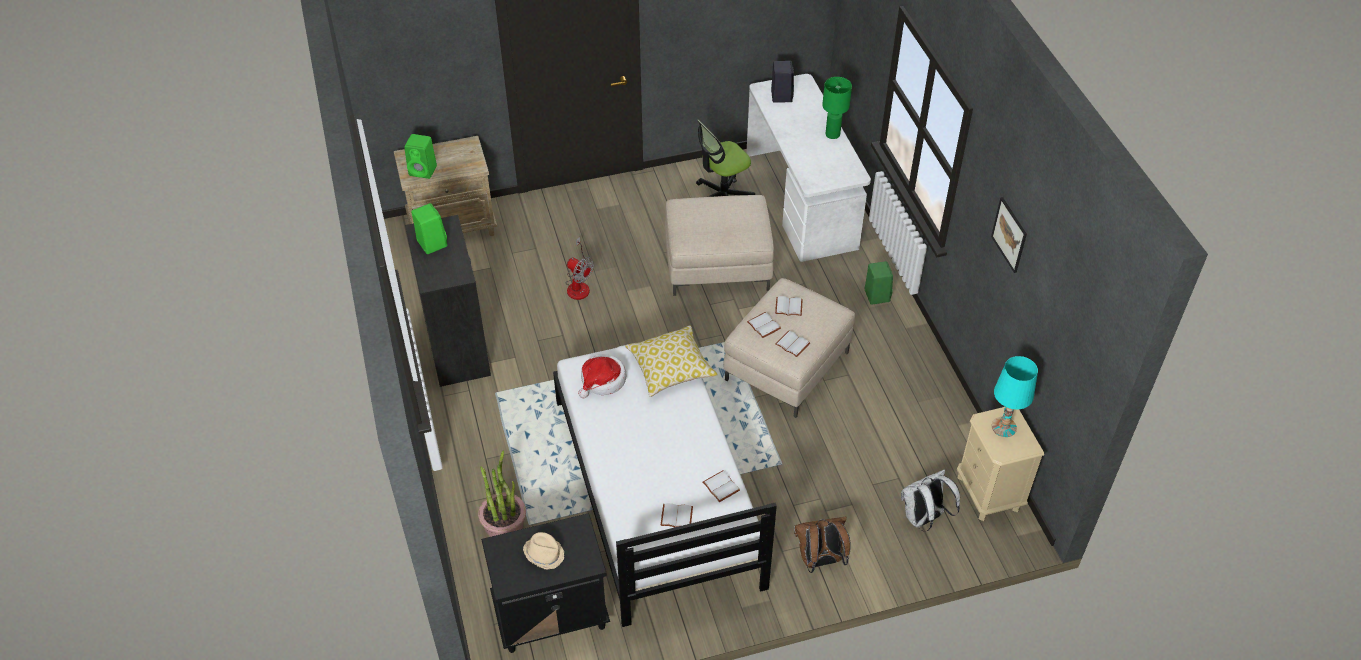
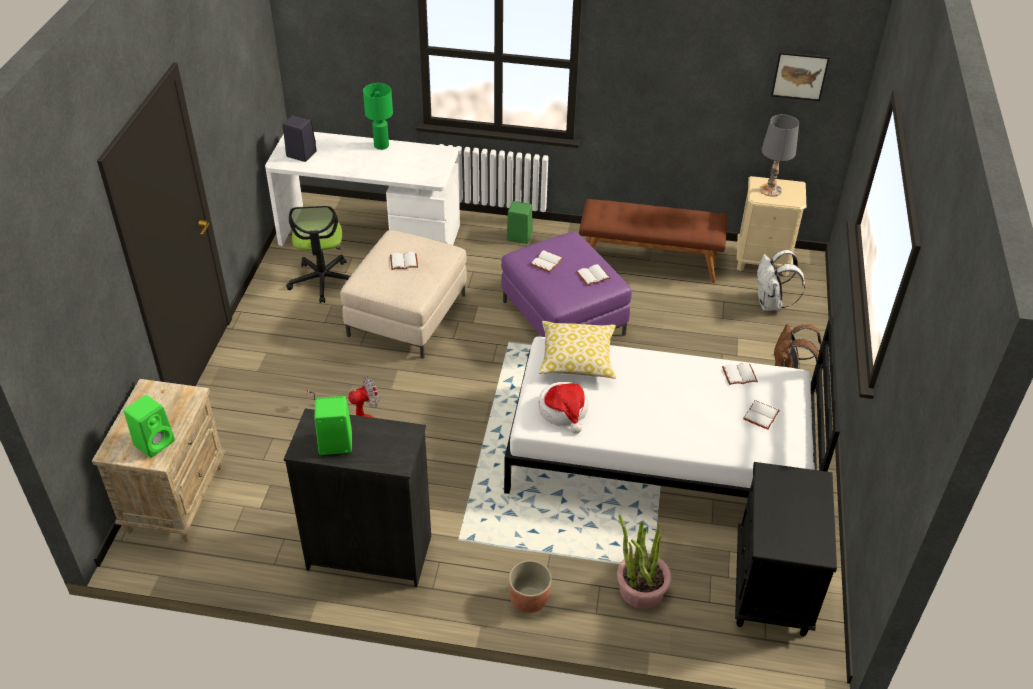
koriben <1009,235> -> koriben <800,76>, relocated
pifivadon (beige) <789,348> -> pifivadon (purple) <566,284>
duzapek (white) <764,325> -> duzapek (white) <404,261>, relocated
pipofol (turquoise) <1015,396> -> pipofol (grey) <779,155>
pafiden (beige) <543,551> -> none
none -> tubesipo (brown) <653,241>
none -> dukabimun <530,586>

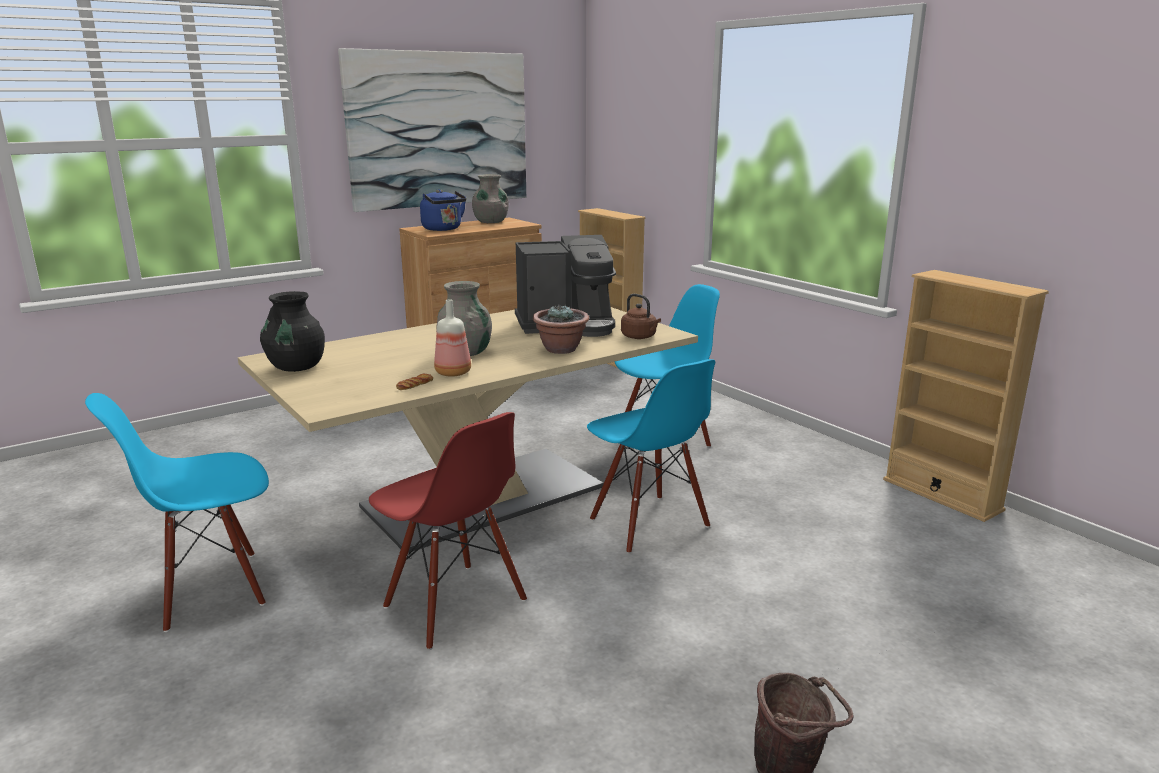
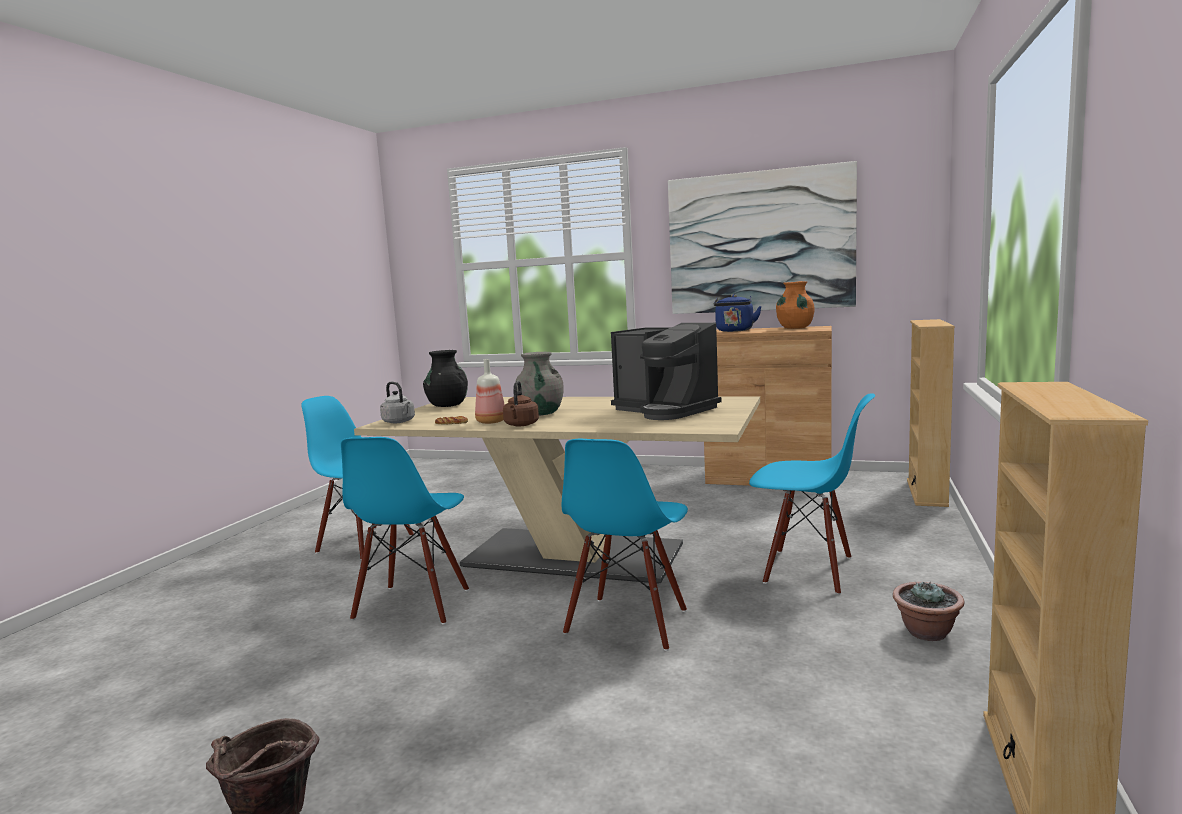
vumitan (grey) <490,198> -> vumitan (orange) <795,305>
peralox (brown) <641,316> -> peralox (brown) <521,403>, relocated
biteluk <561,329> -> biteluk <928,611>, relocated
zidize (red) <448,531> -> zidize (blue) <405,531>
none -> peralox (grey) <397,402>

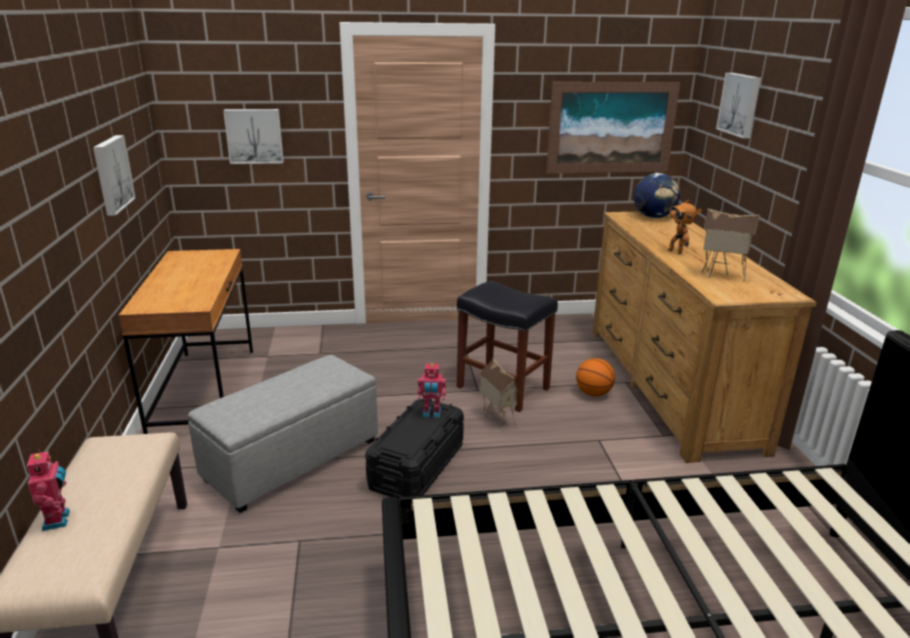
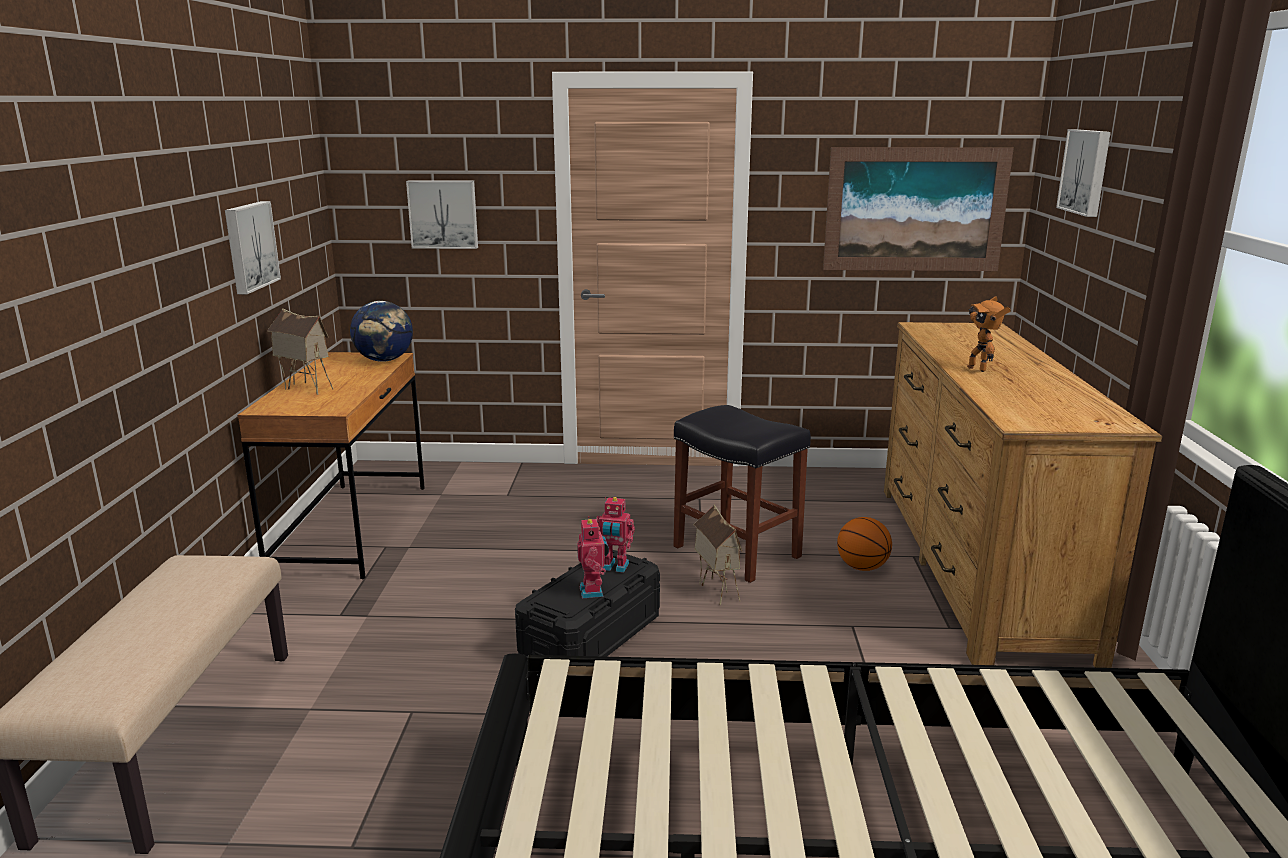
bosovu <657,195> -> bosovu <381,331>, relocated
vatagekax <730,245> -> vatagekax <300,351>, relocated
pifivadon (grey) <283,434> -> none
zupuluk <48,490> -> zupuluk <593,557>, relocated

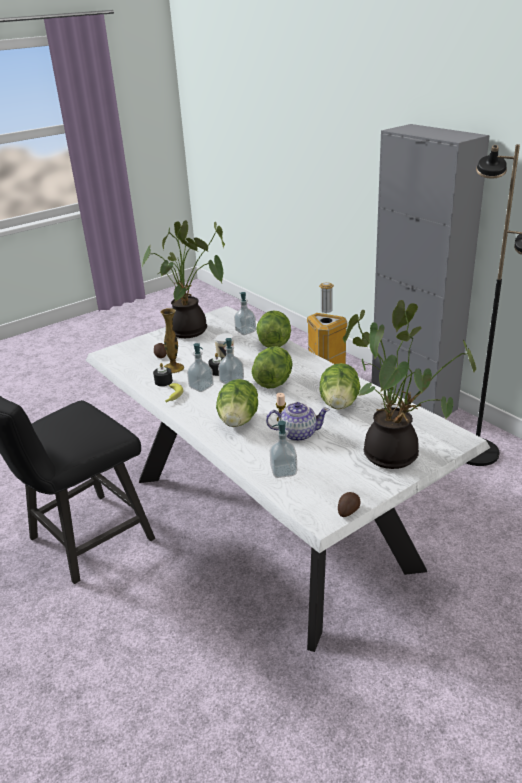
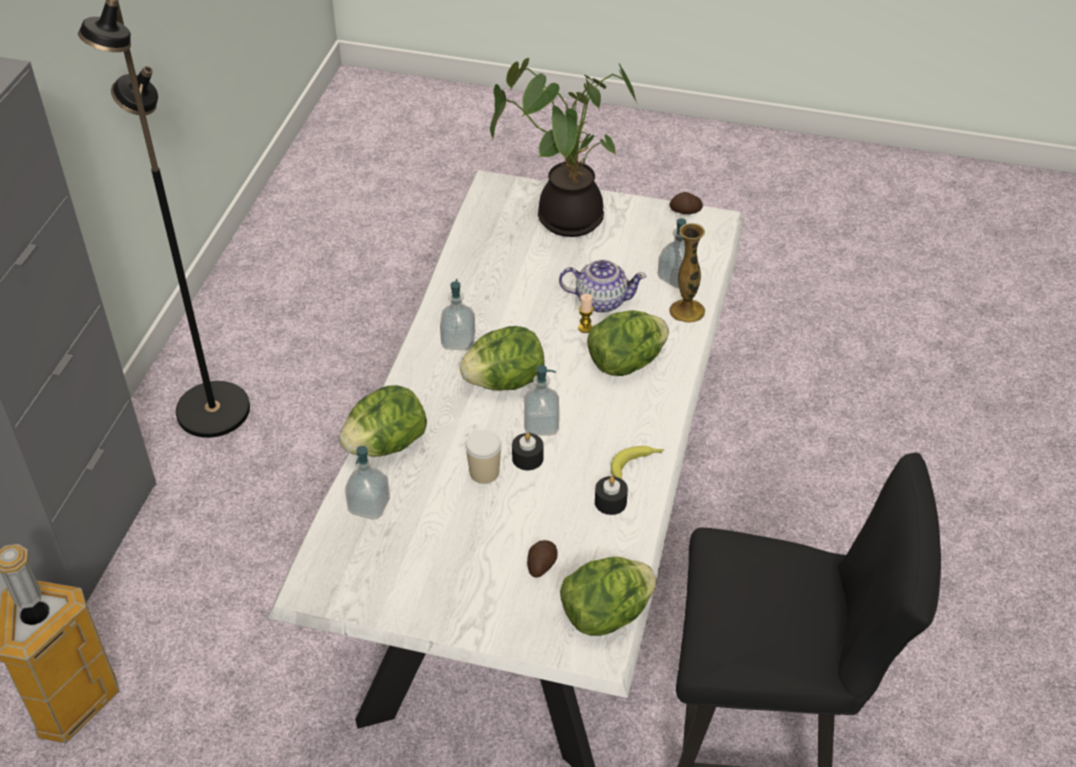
biteluk <183,279> -> none
vumitan <172,340> -> vumitan <687,273>, relocated
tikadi <200,367> -> tikadi <457,314>, relocated
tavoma <339,386> -> tavoma <608,596>, relocated
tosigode <298,421> -> tosigode <602,286>, 135 degrees clockwise

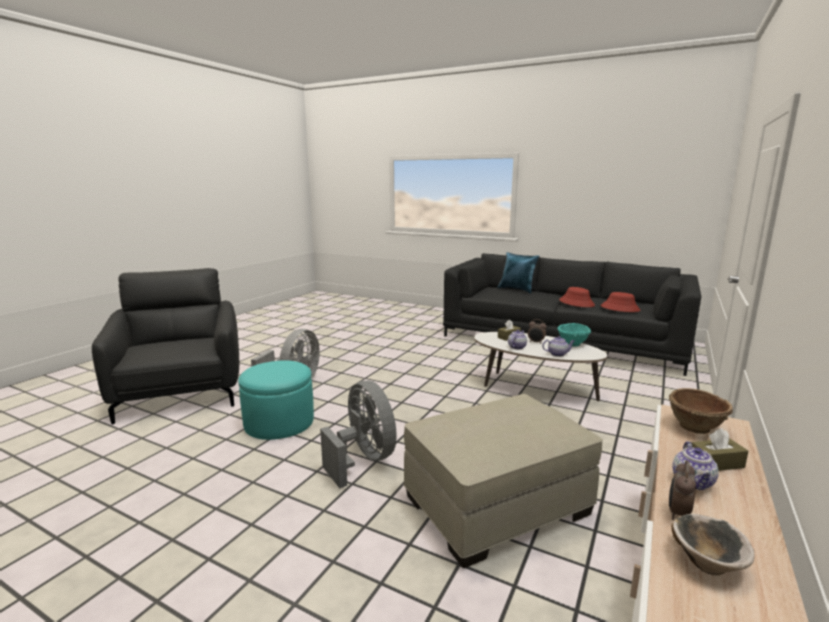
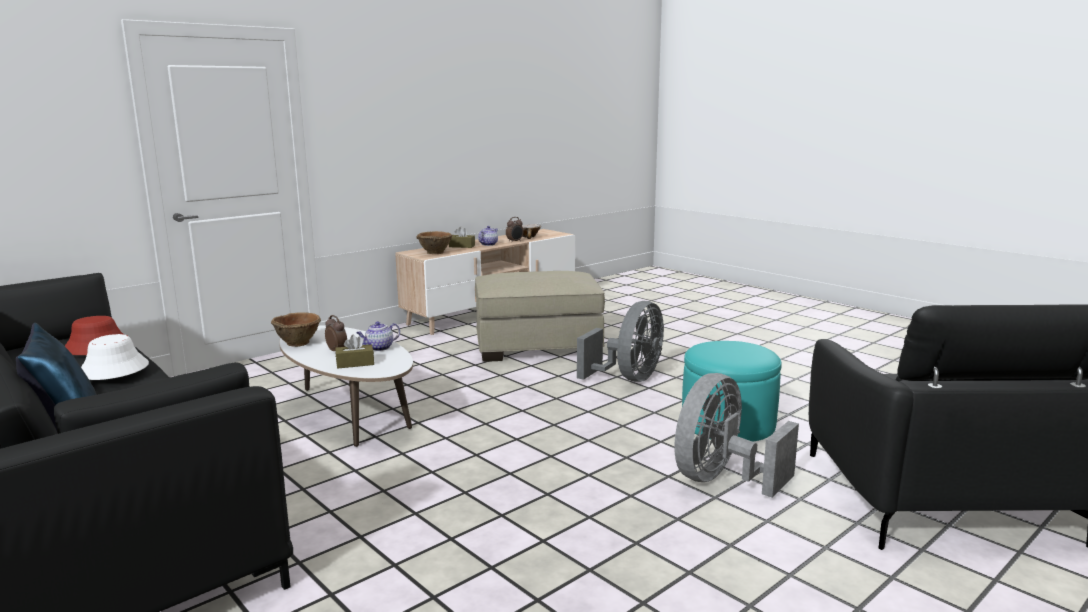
pafiden (red) <577,297> -> pafiden (white) <115,357>
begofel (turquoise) <574,335> -> begofel (brown) <296,329>
tosigode <558,346> -> none
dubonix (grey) <358,434> -> dubonix (grey) <620,341>, 135 degrees counterclockwise

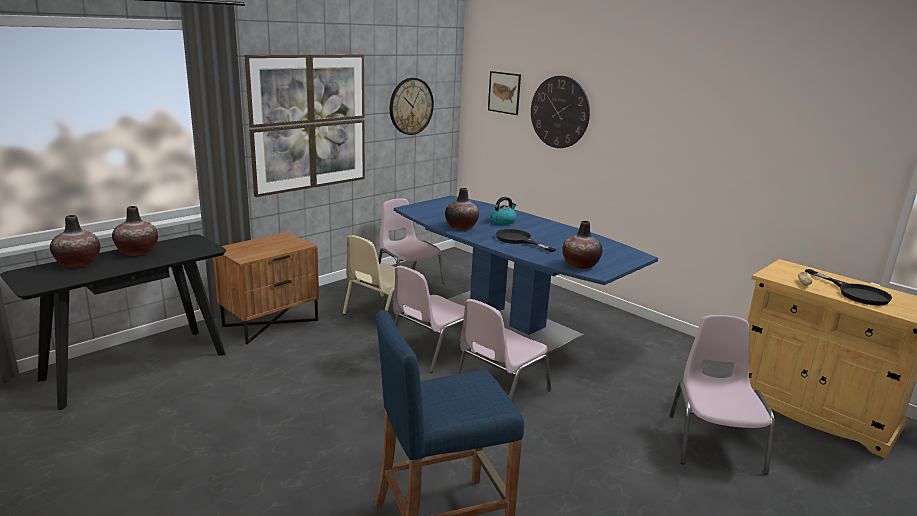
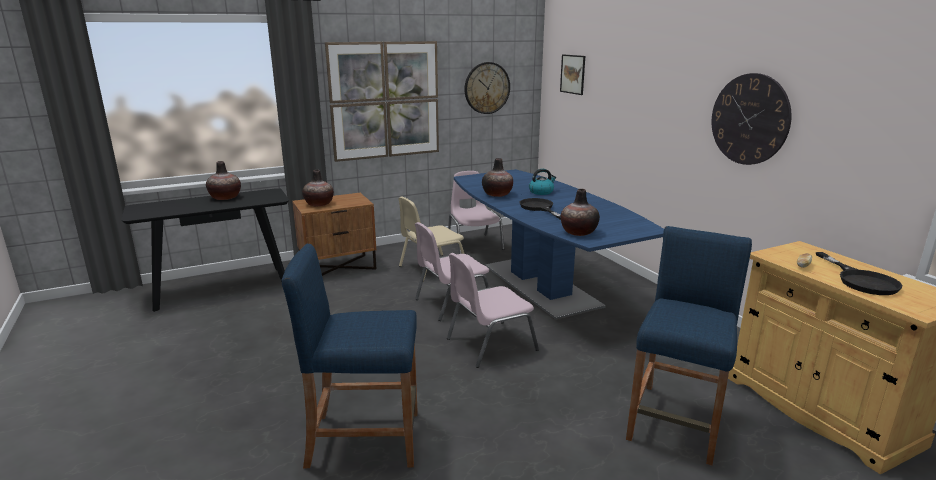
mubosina <560,112> -> mubosina <751,119>, relocated
vumitan <75,241> -> vumitan <318,188>, relocated
zidize (pink) <722,395> -> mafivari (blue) <689,346>

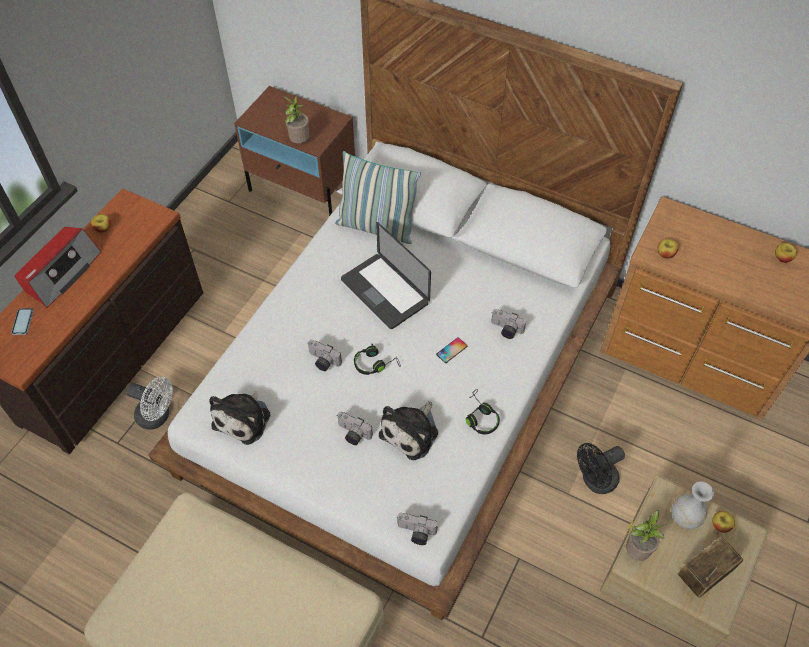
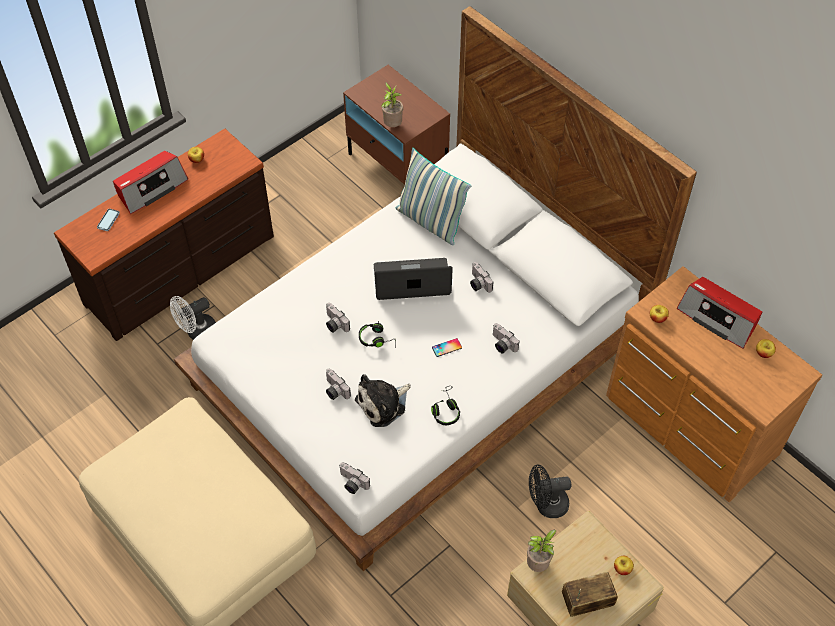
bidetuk <386,275> -> bidetuk <413,279>, 105 degrees clockwise
dubonix (white) <149,402> -> dubonix (white) <193,318>, 105 degrees clockwise
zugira <239,418> -> none
vumitan (white) <692,505> -> none
none -> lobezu <481,277>
none -> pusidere <719,313>

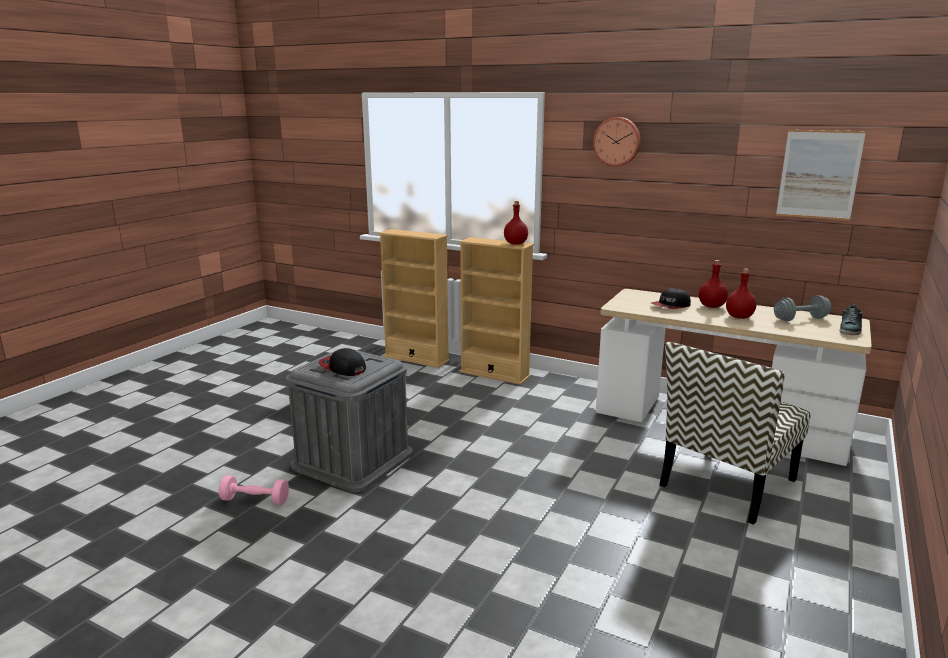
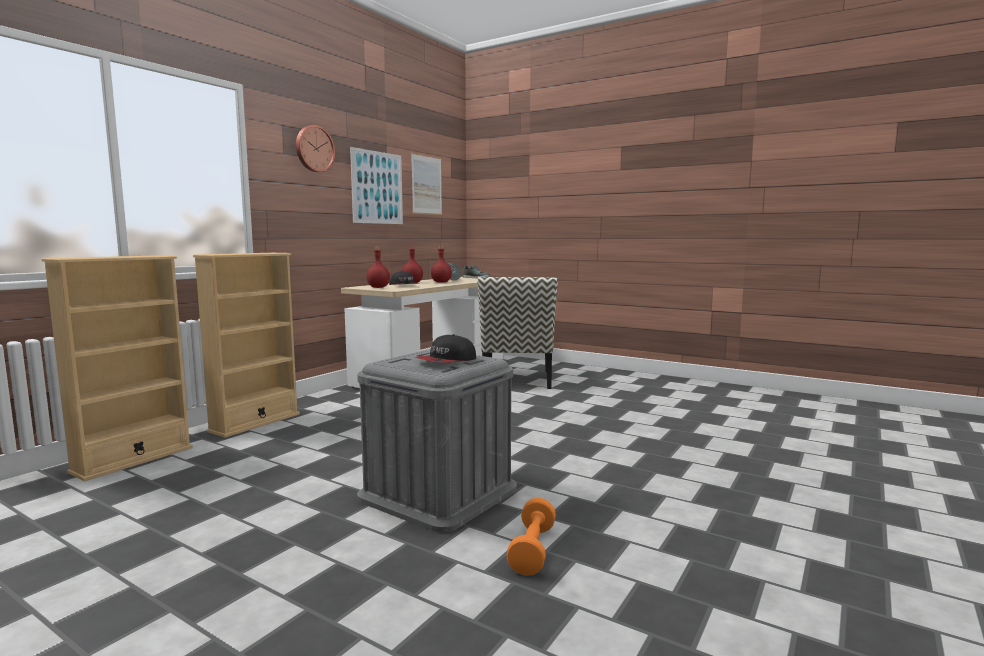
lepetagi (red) <516,223> -> lepetagi (red) <378,267>, relocated
zidize <734,433> -> zidize <517,333>, 45 degrees clockwise
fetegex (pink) <254,490> -> fetegex (orange) <531,537>
none -> koriben <376,185>

